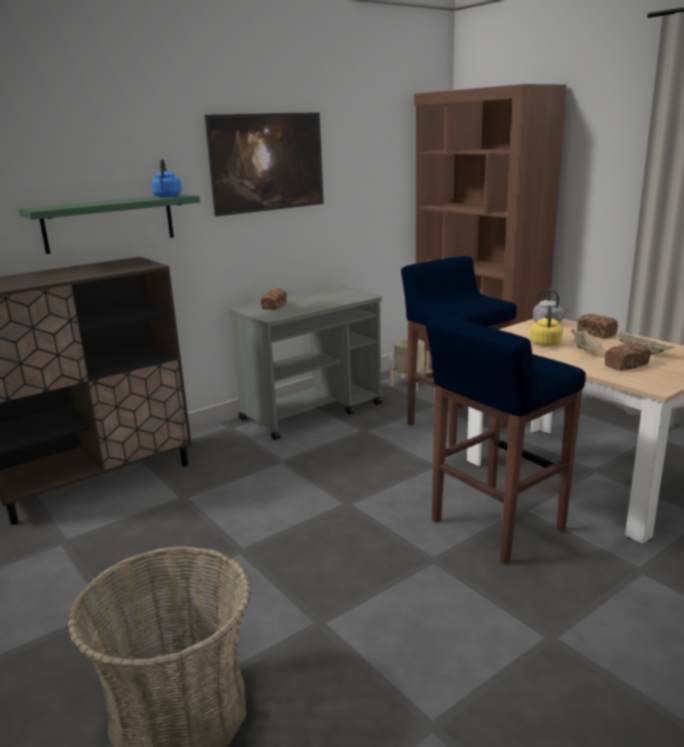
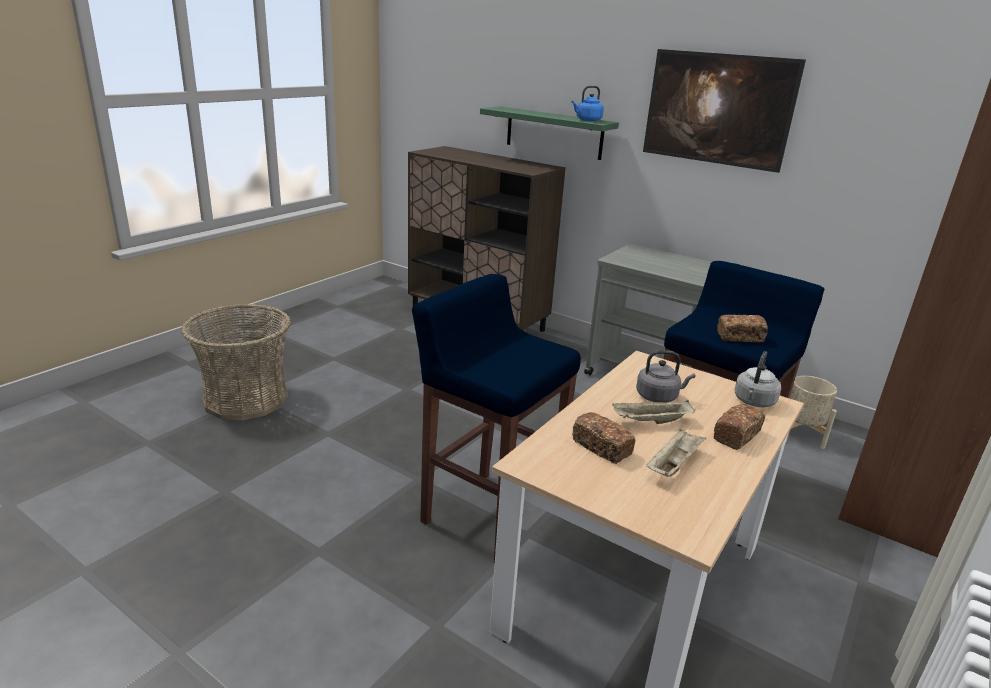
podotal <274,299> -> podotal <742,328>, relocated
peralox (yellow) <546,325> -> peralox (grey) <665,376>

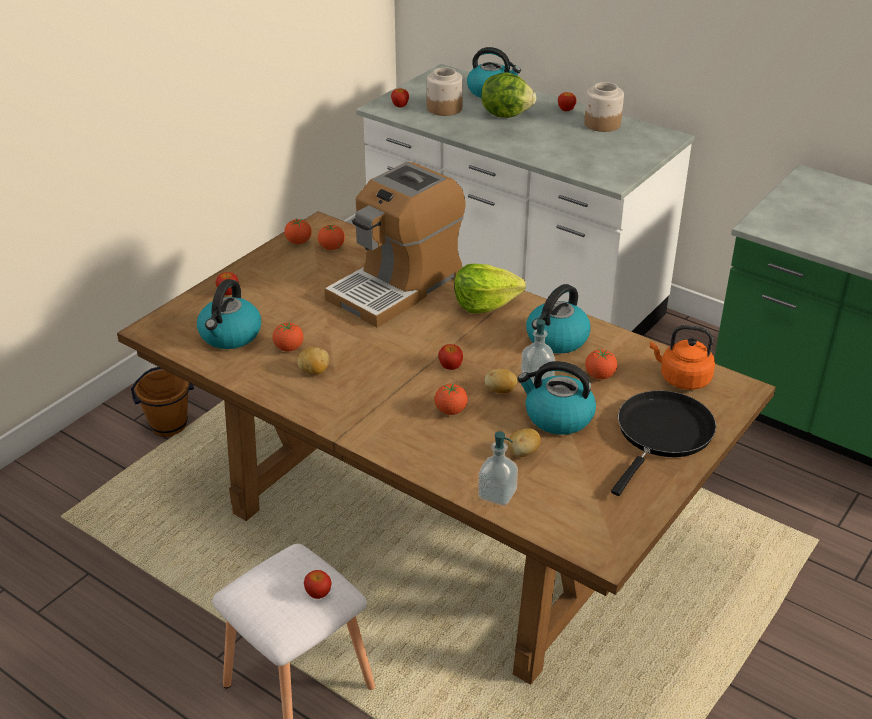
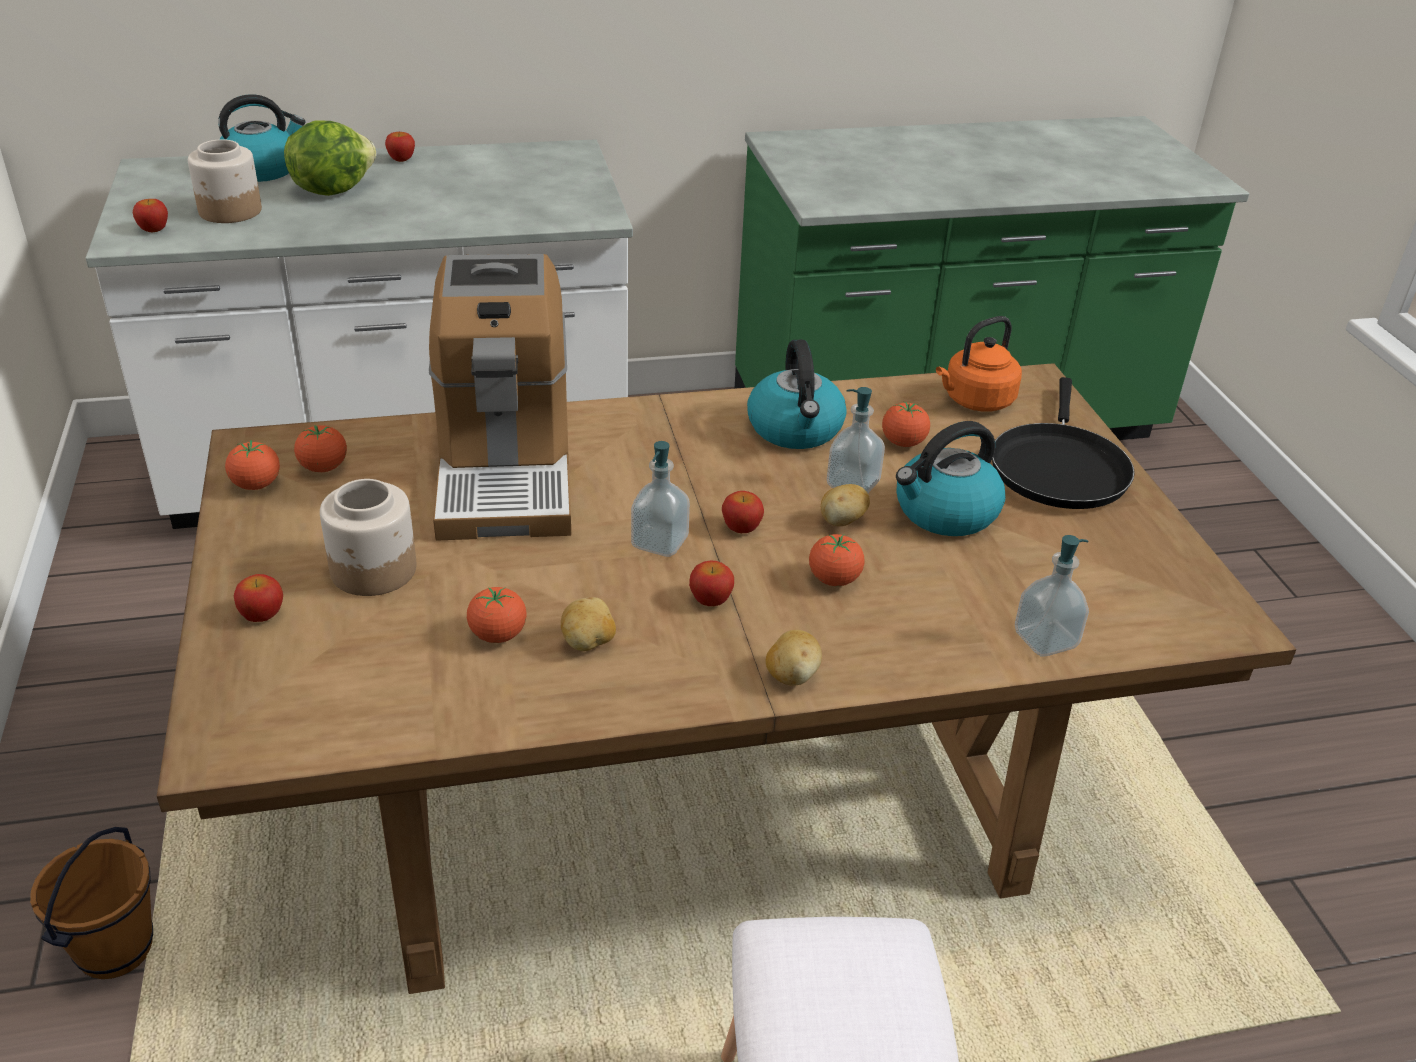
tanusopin <604,107> -> tanusopin <368,537>, relocated
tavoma <490,289> -> none
peralox <229,314> -> none
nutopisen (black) <663,443> -> nutopisen (black) <1063,443>, 150 degrees counterclockwise
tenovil <524,442> -> tenovil <794,658>, relocated
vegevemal <318,584> -> vegevemal <711,583>, relocated
none -> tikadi <660,499>

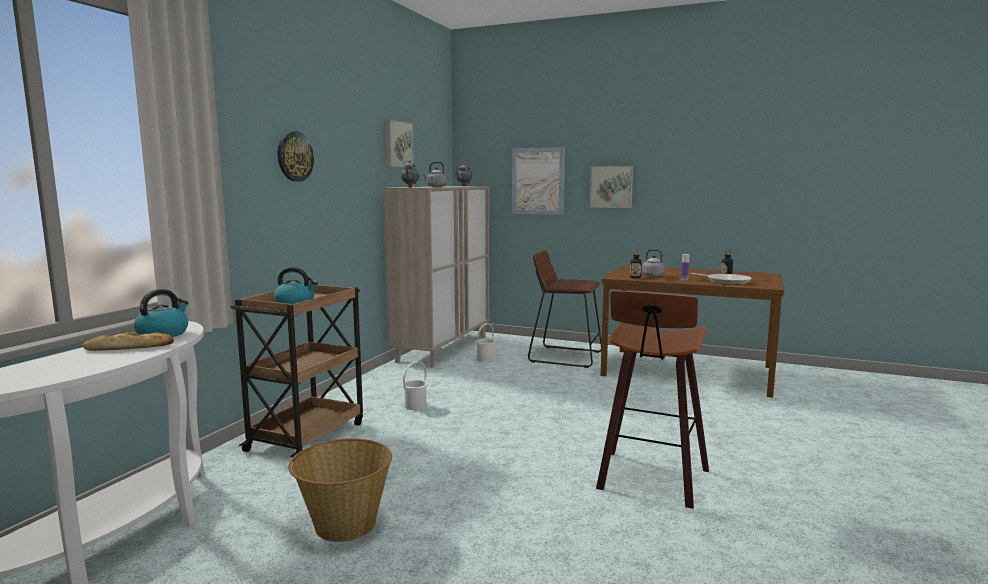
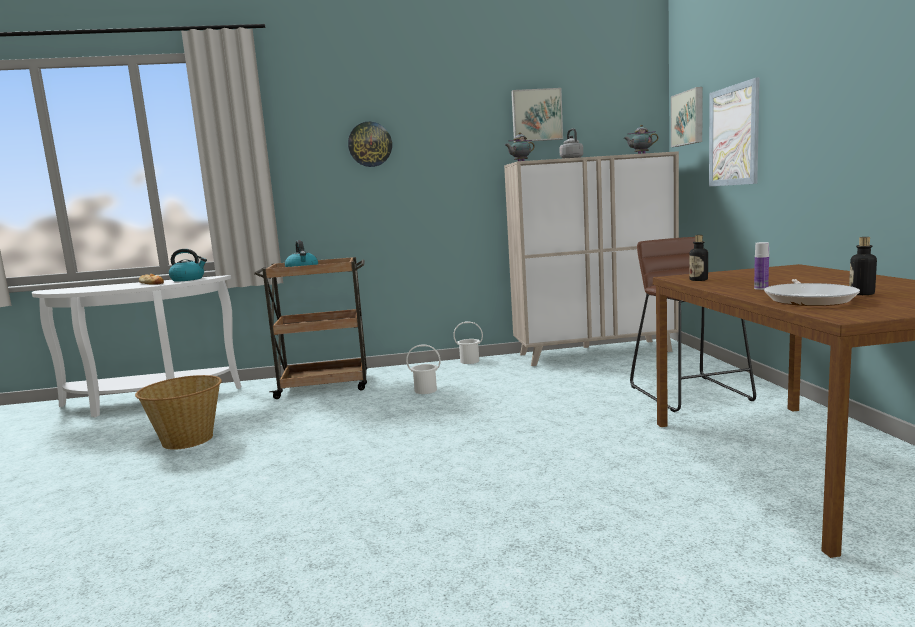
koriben <611,187> -> koriben <687,117>, relocated
peralox (grey) <653,263> -> none
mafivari <652,400> -> none
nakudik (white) <486,342> -> nakudik (white) <468,342>, relocated

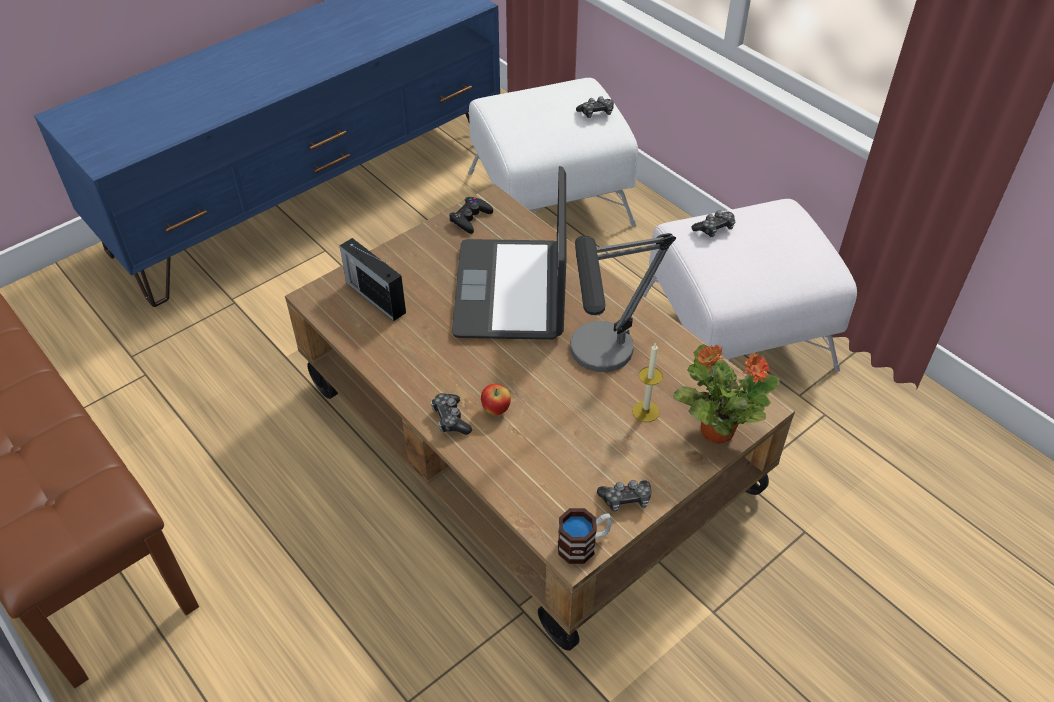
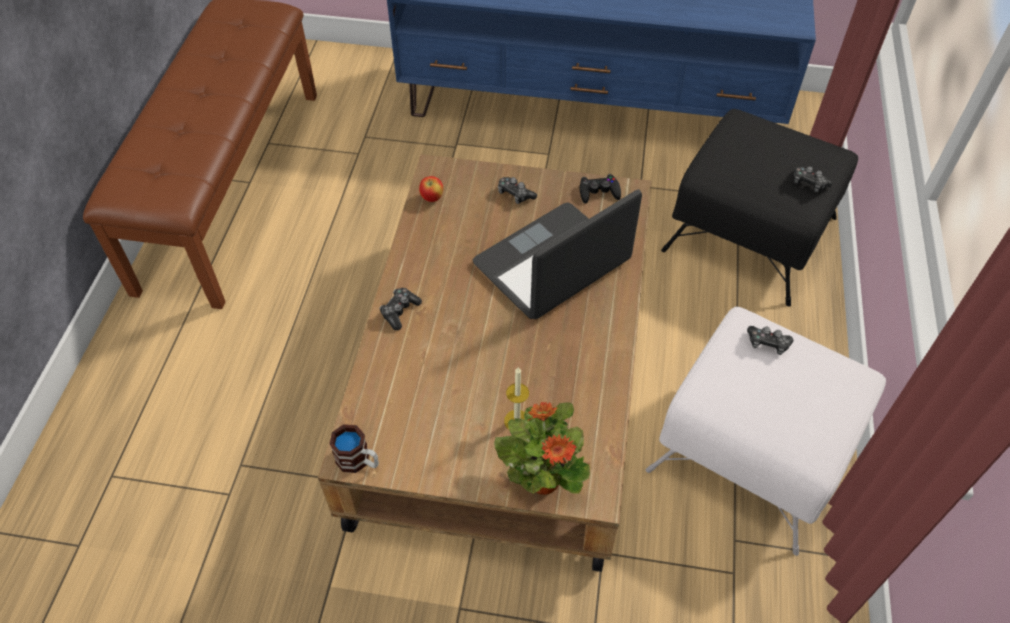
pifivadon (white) <553,152> -> pifivadon (black) <759,208>
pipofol <623,302> -> none
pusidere <372,279> -> none
vegevemal <496,400> -> vegevemal <431,189>, relocated
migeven <624,496> -> migeven <517,190>, relocated

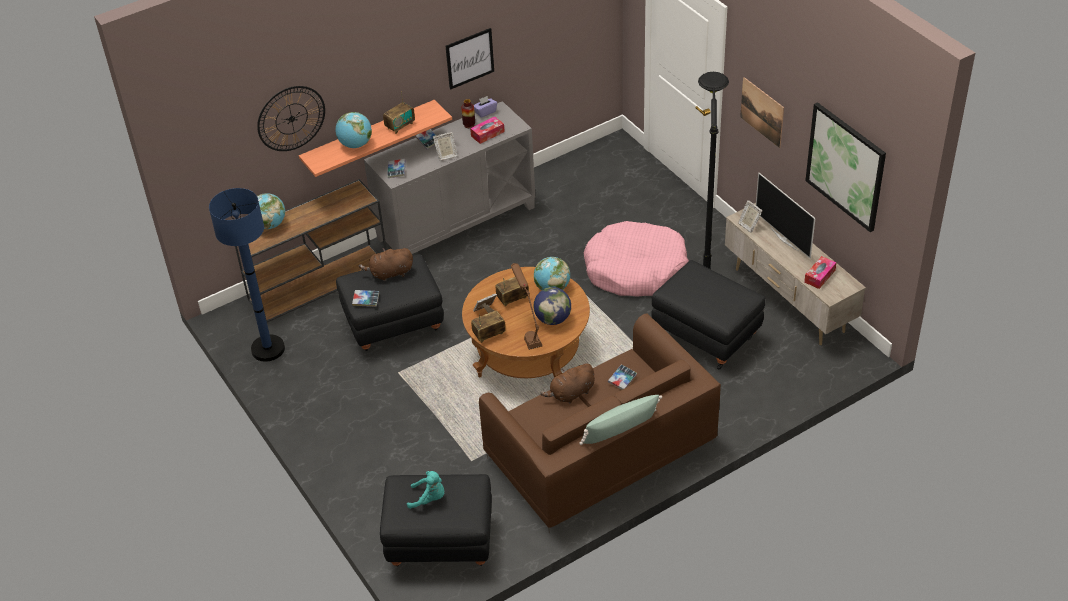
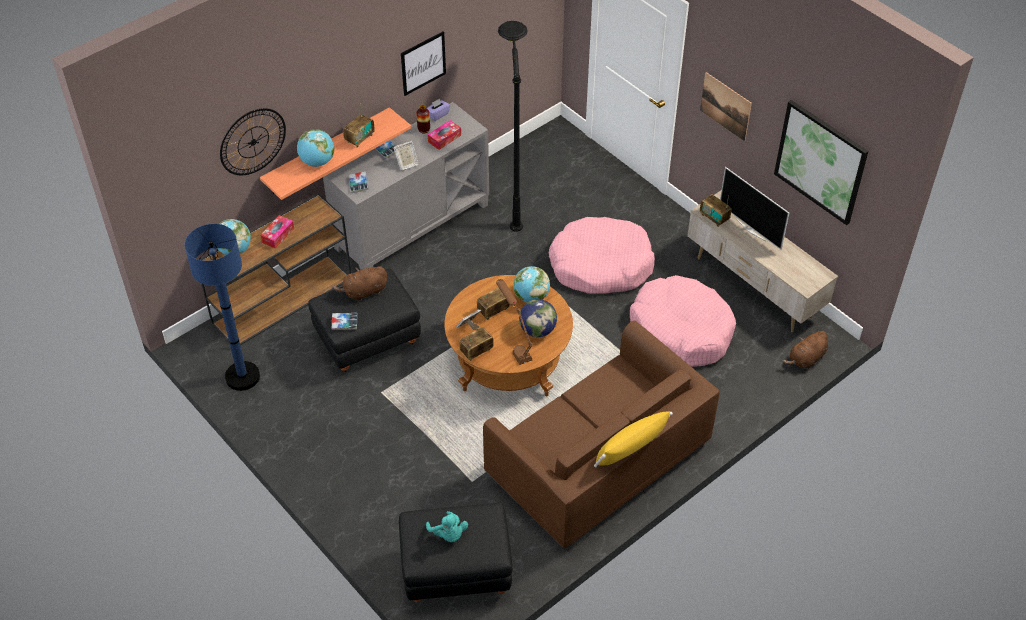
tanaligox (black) <713,170> -> tanaligox (black) <513,126>, relocated
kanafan <750,216> -> pusidere <716,210>
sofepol <820,272> -> sofepol <277,232>, relocated
pifivadon (black) <708,315> -> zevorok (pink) <683,321>
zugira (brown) <567,383> -> zugira (brown) <805,349>, relocated
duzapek <622,377> -> none
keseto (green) <620,420> -> keseto (yellow) <633,439>
zugira (turquoise) <425,490> -> zugira (turquoise) <447,526>, 60 degrees clockwise

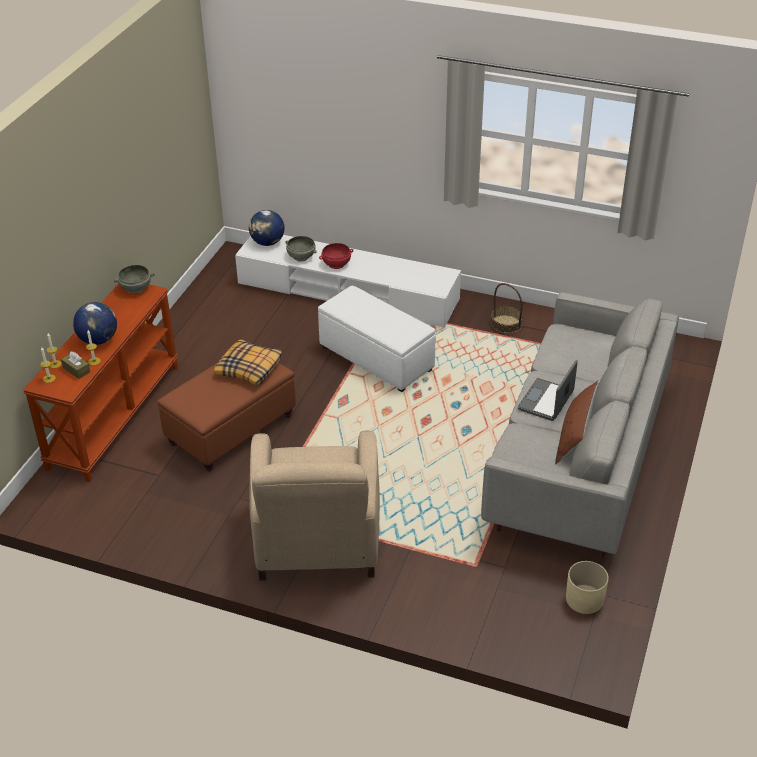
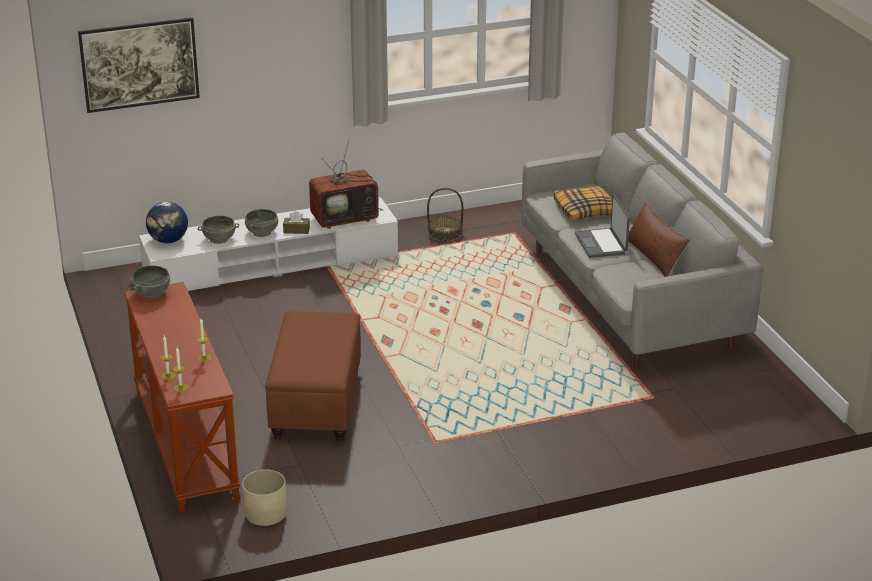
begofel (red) <336,256> -> begofel (grey) <261,223>
pifivadon (white) <377,339> -> none
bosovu <95,323> -> none
keseto <248,363> -> keseto <583,202>, relocated
sofepol (brown) <75,365> -> sofepol (brown) <296,222>, relocated
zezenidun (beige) <314,505> -> none
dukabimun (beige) <587,587> -> dukabimun (beige) <264,497>, relocated
none -> koriben <139,65>
none -> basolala <346,185>

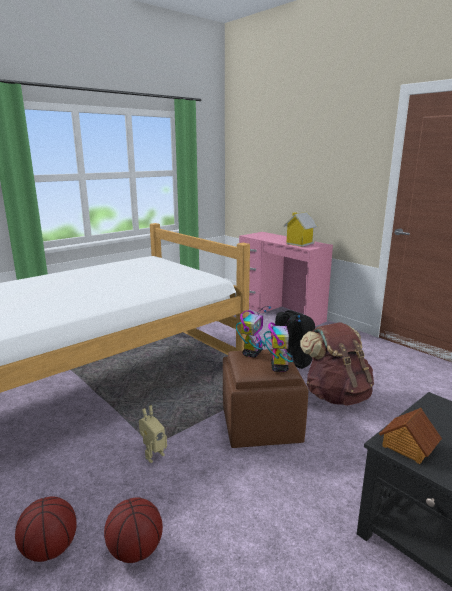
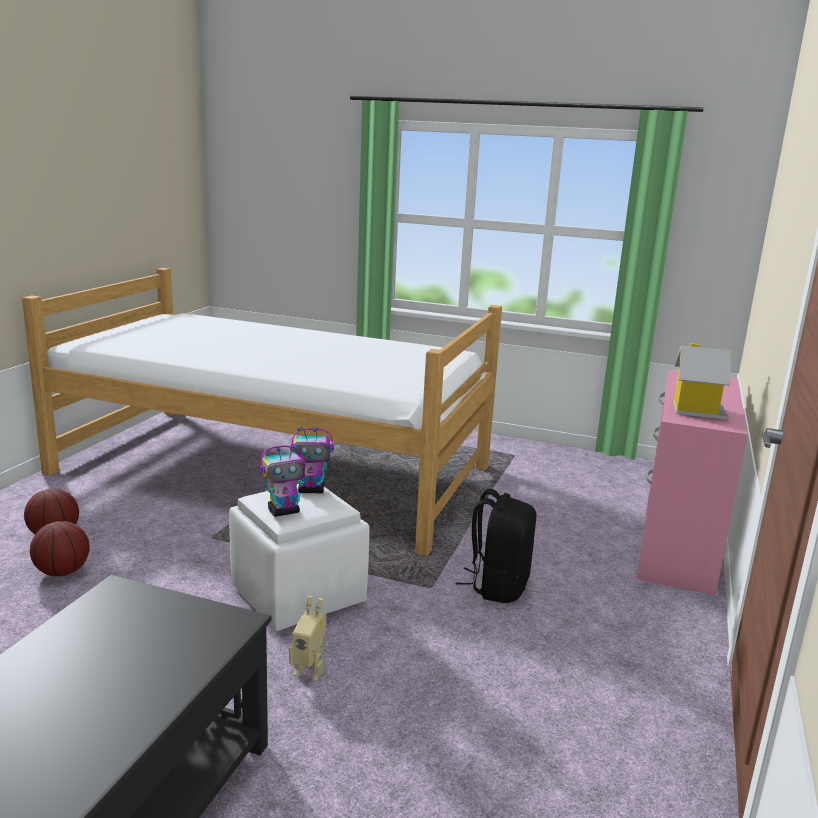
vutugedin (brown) <337,364> -> none
pifivadon (brown) <265,398> -> pifivadon (white) <299,557>
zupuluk <153,434> -> zupuluk <307,638>, relocated
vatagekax <410,436> -> none

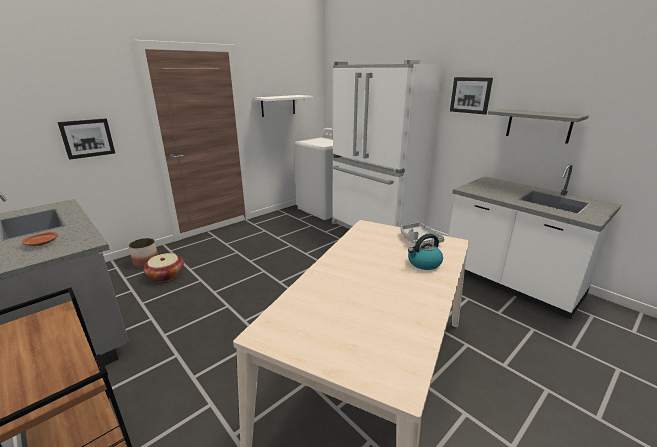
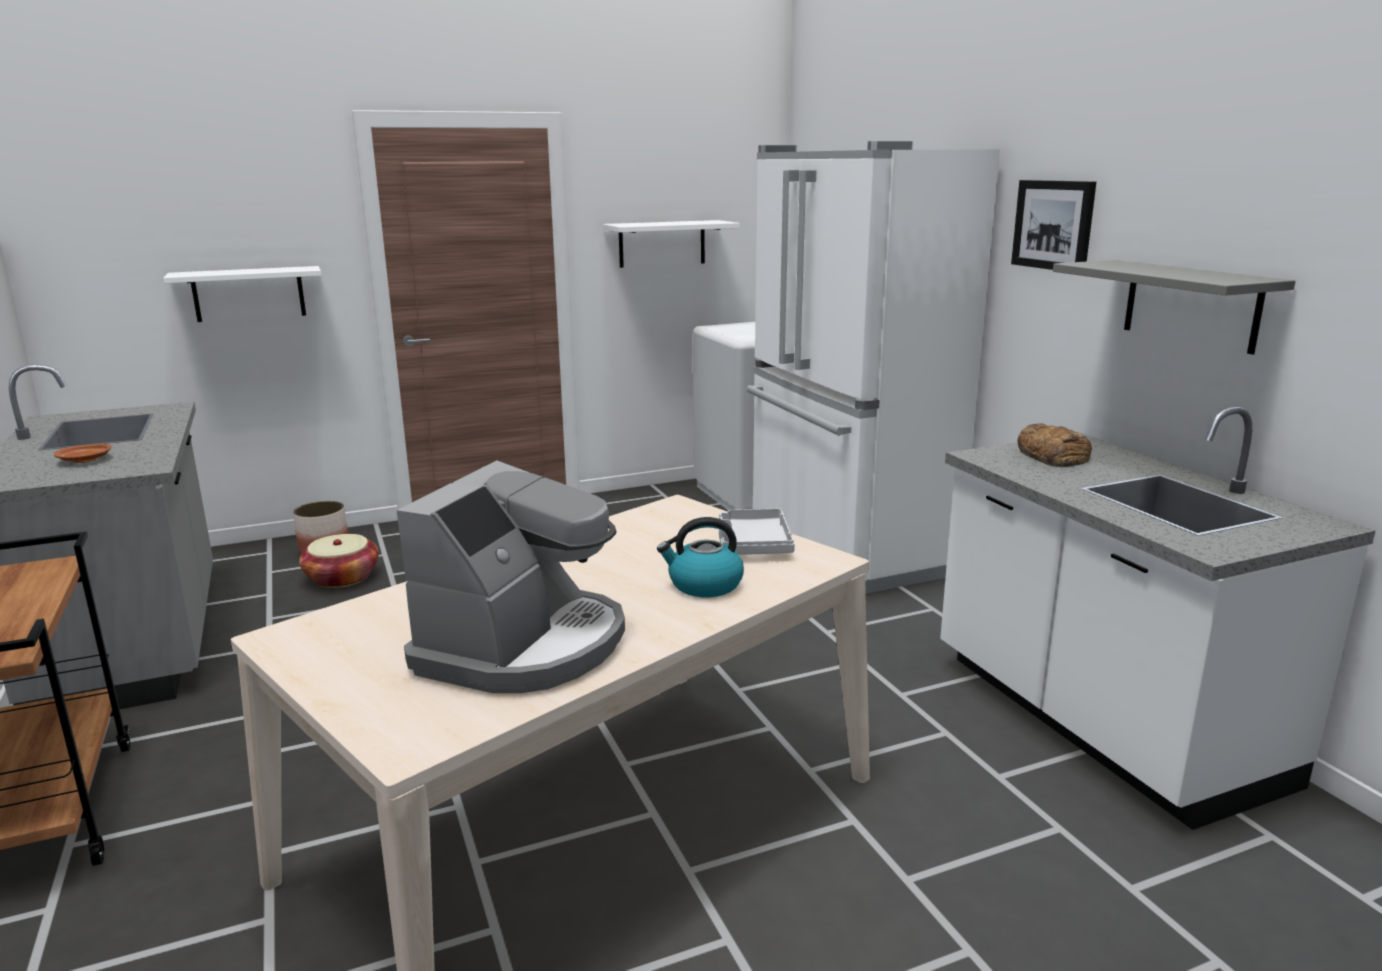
koriben <86,139> -> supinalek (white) <242,294>
none -> podotal <1054,445>
none -> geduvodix <510,577>

